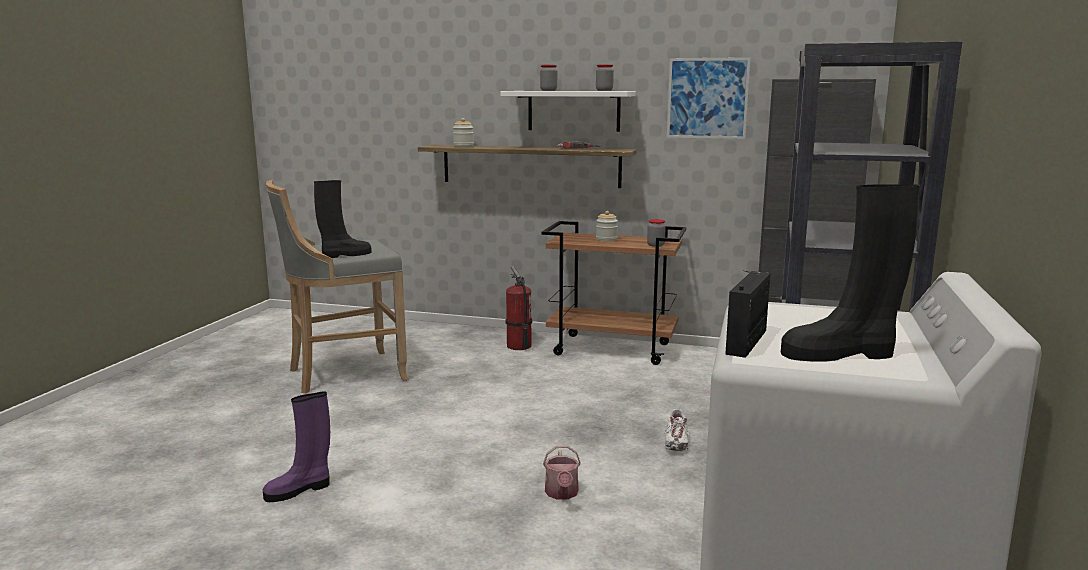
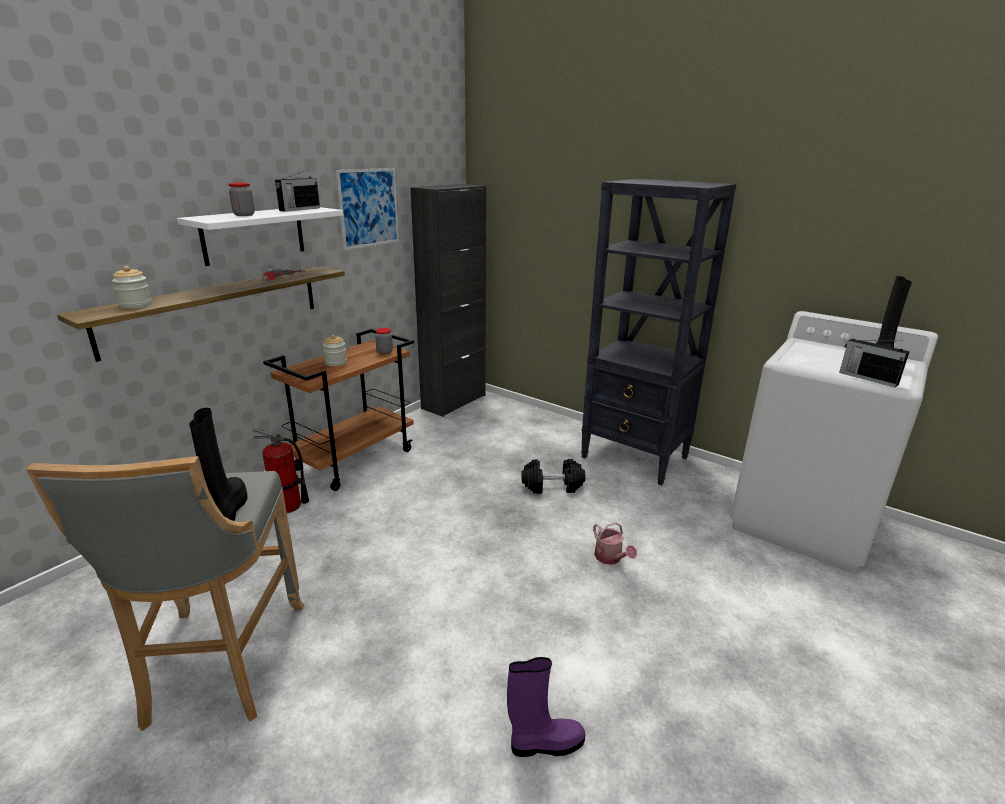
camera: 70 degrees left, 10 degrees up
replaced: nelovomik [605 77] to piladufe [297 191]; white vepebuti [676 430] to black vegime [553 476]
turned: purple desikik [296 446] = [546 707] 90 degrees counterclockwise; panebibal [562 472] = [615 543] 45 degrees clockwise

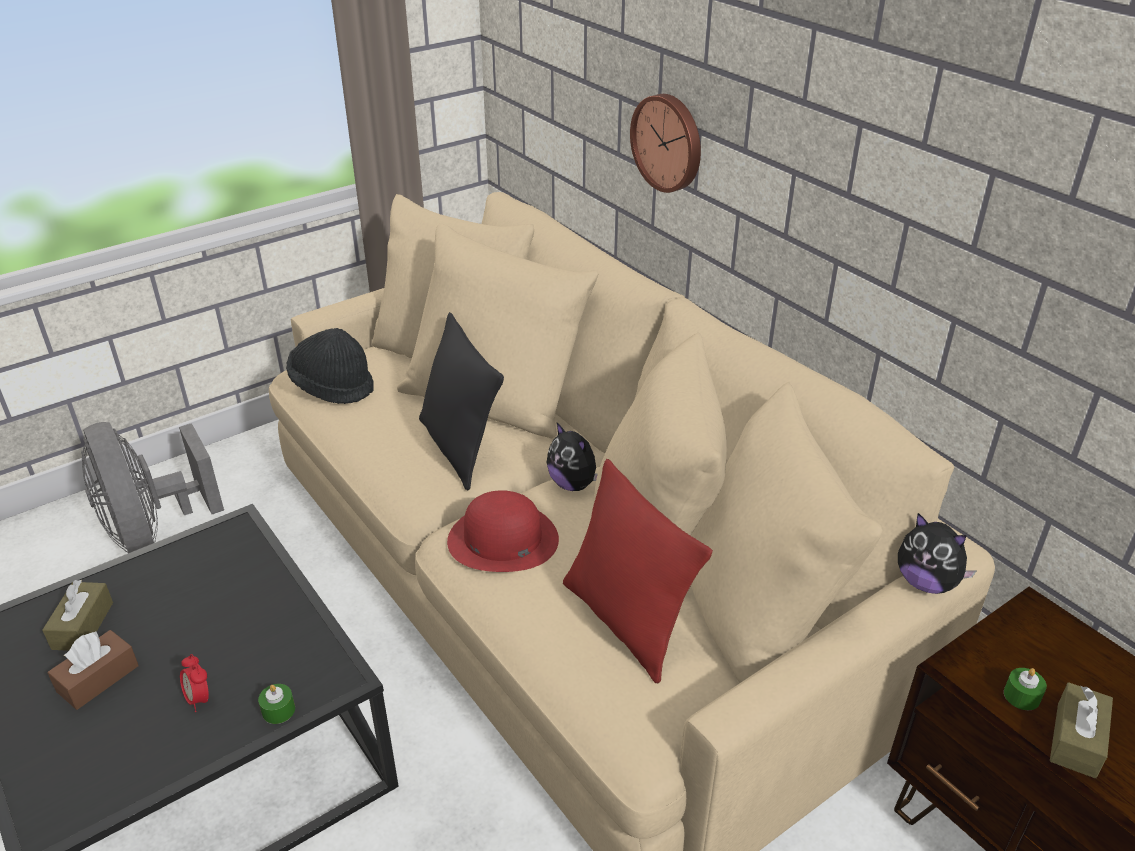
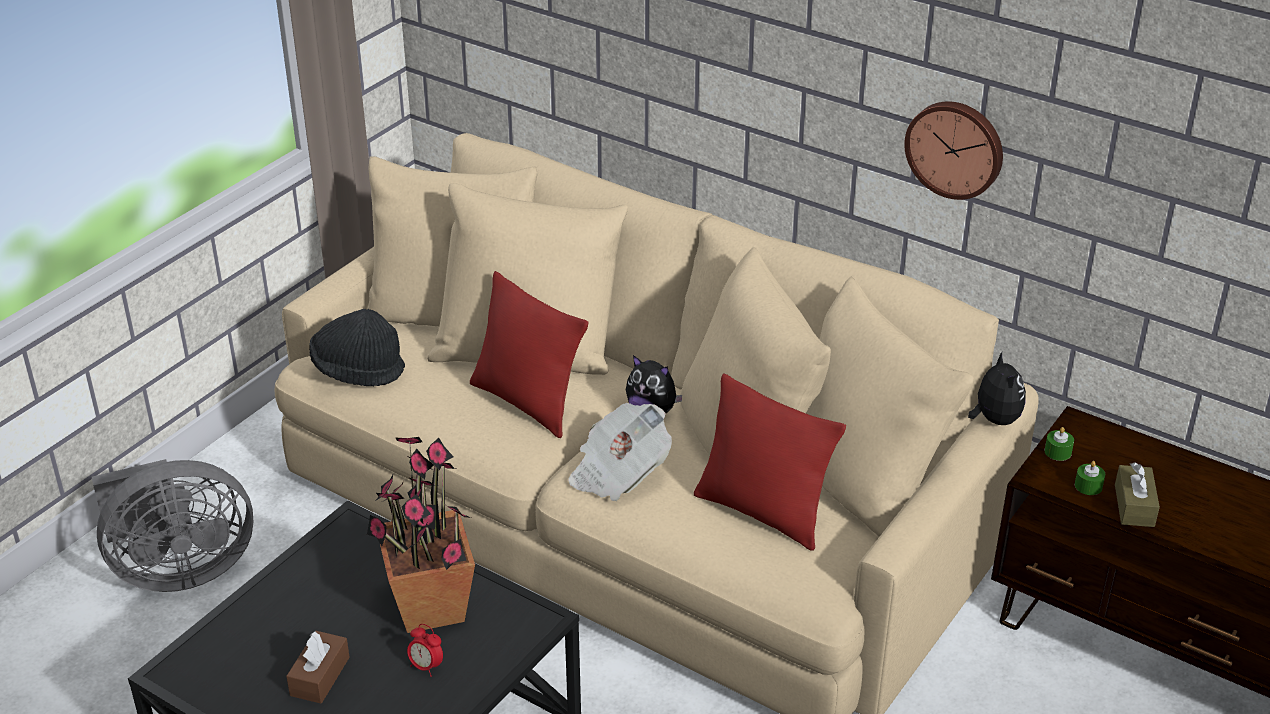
camera: 20 degrees left, 0 degrees up
removed: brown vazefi [77 615]
added: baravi [421 535]
moved: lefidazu [665 143] to [953 150]; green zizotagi [276 704] to [1059 444]
replaced: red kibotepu [503 531] to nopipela [620 452]
recoloured: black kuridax [461 401] to red kuridax [529 354]
turned: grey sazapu [152 487] = [172 525] 60 degrees counterclockwise; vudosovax [937 553] = [997 388] 120 degrees counterclockwise

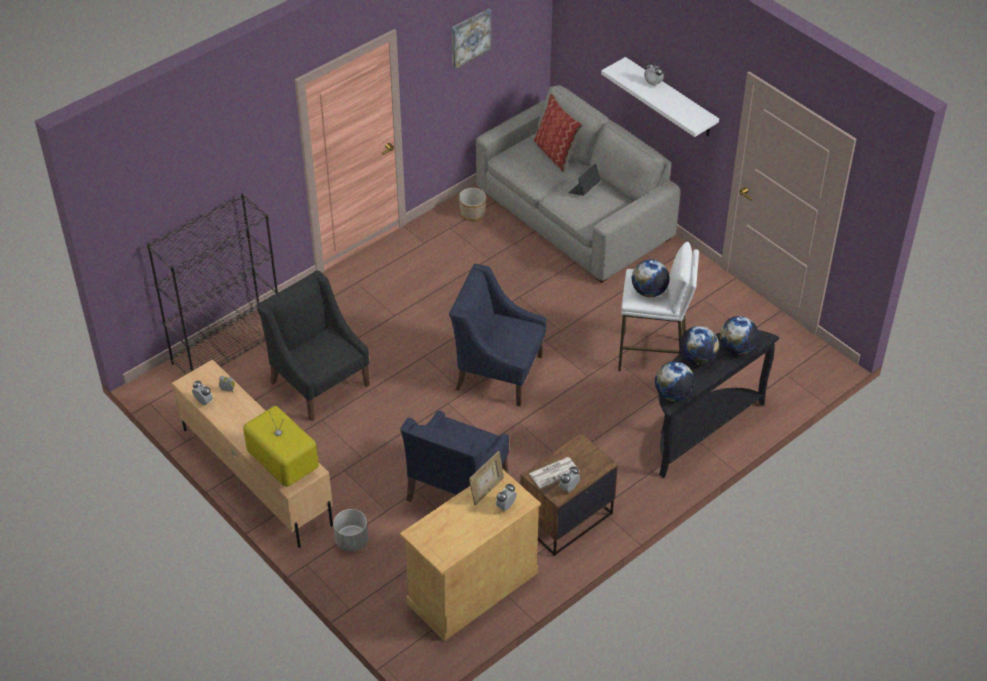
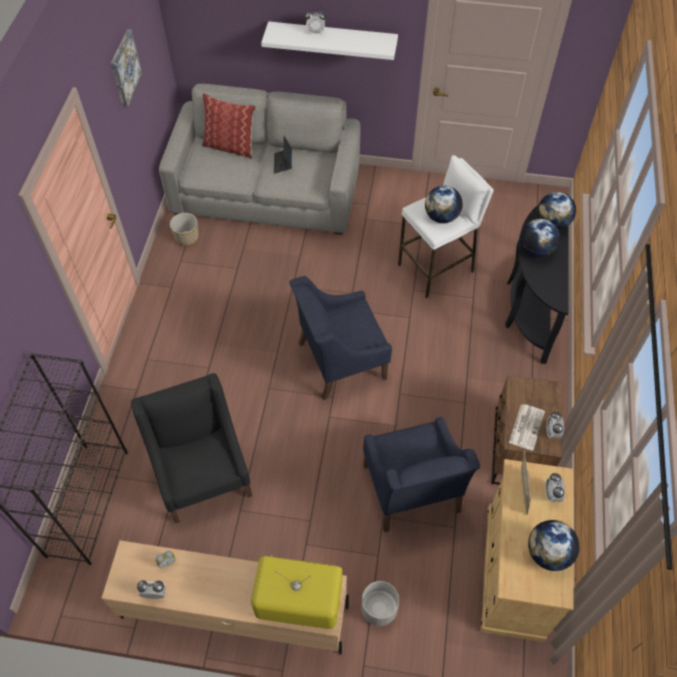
camera: 40 degrees left, 10 degrees up
moved: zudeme [675 381] to [554 545]
turned: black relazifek [313 345] = [191 448] 60 degrees clockwise

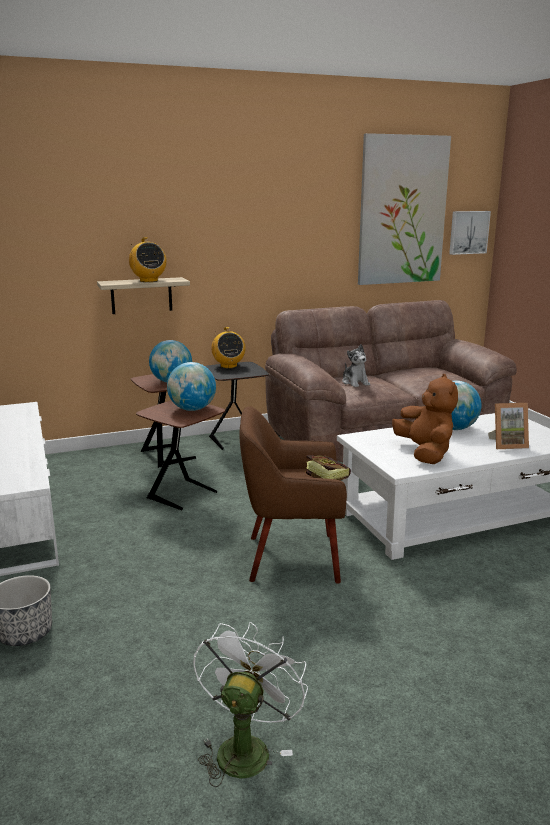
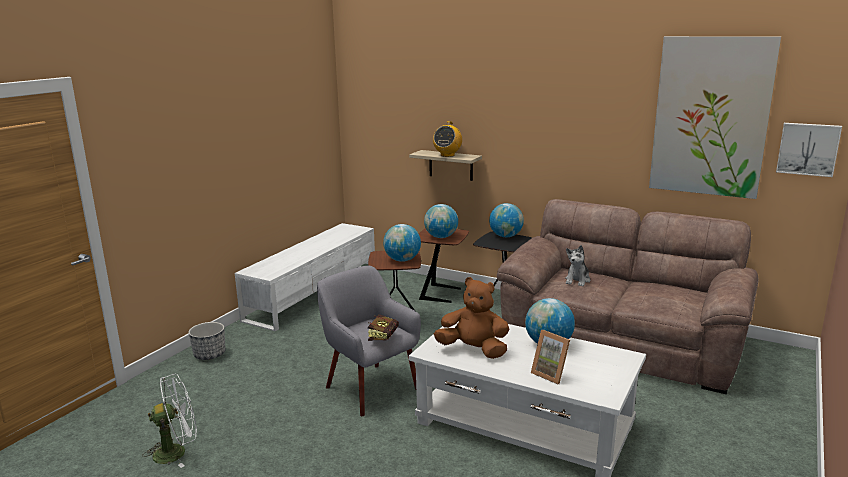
camera: 50 degrees right, 0 degrees up
replaced: piladufe [228 347] to zudeme [506 220]
recoloured: brown relazifek [293 495] to grey relazifek [369 341]
turned: brown vudosovax [425 419] = [471 318] 105 degrees counterclockwise

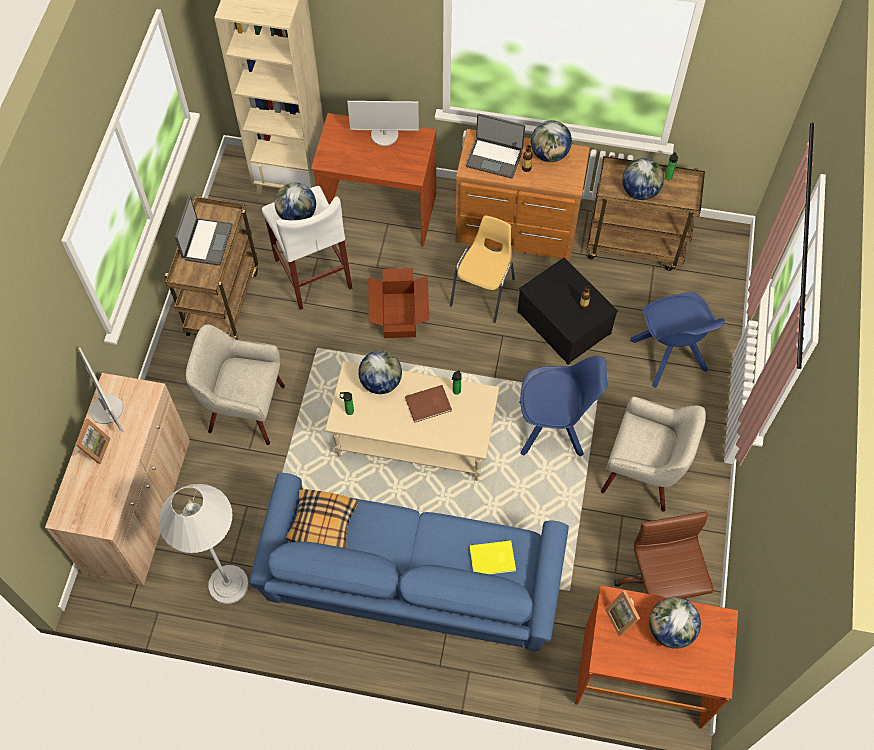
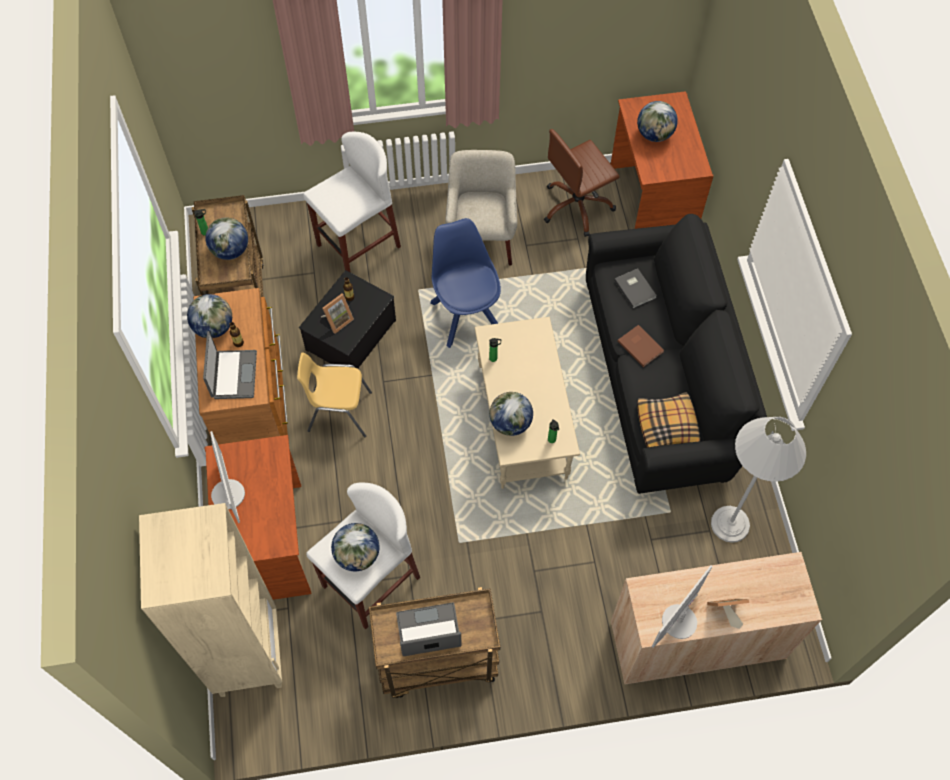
camera: 110 degrees left, 0 degrees up
removed: beige relazifek [235 384]; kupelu [398 303]
moved: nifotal [622 613] to [337 314]; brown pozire [428 404] to [641 346]
replaced: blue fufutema [677 340] to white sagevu [352 202]
recoloured: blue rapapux [409 562] to black rapapux [676 354]; yellow pozire [493 557] to grey pozire [635 288]

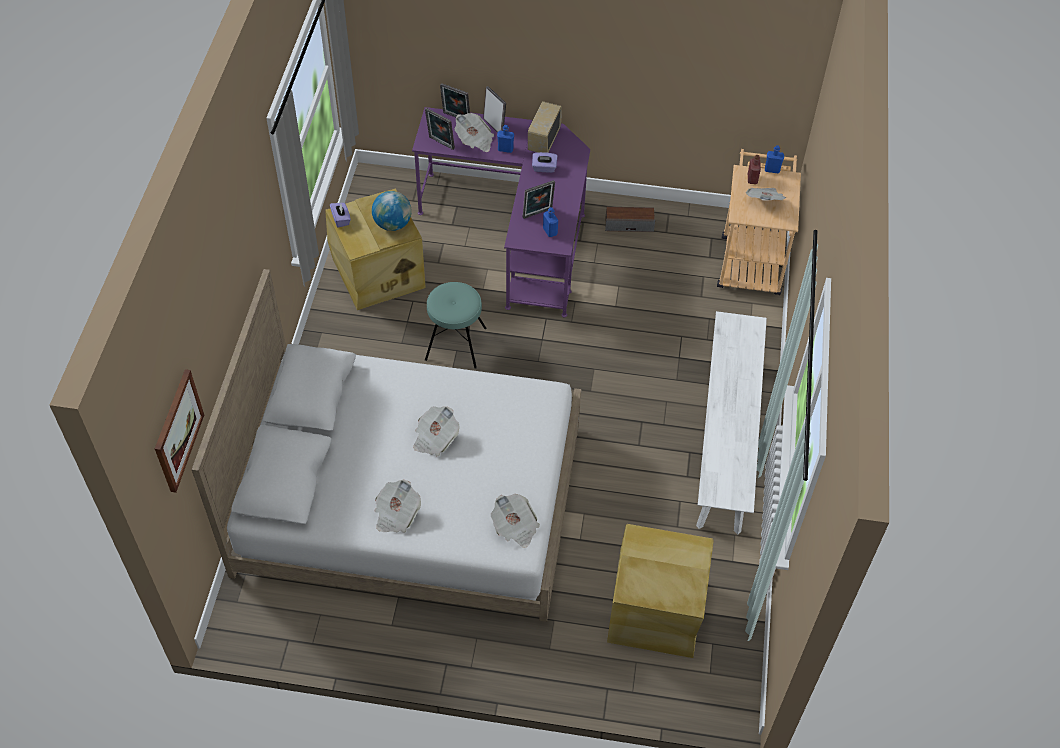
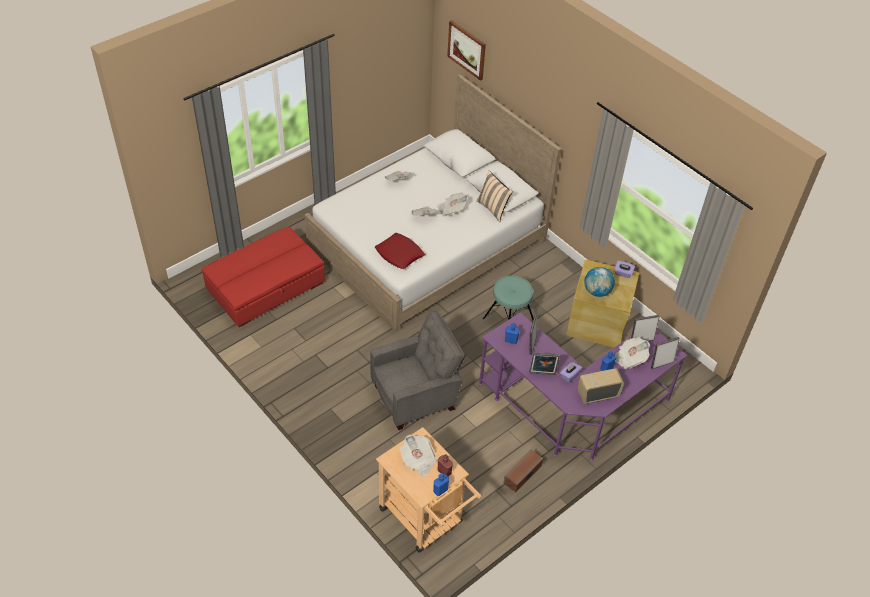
camera: 130 degrees right, 5 degrees down
removed: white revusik [731 423]
added: grey relazifek [418 370]; red kuridax [400 251]; beige kuridax [494 196]
moved: nopipela [515 521] to [452 204]; nifotal [494 109] to [544 364]
replaced: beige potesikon [660 591] to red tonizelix [263 276]
turned: piladufe [545 127] = [600 386] 75 degrees counterclockwise

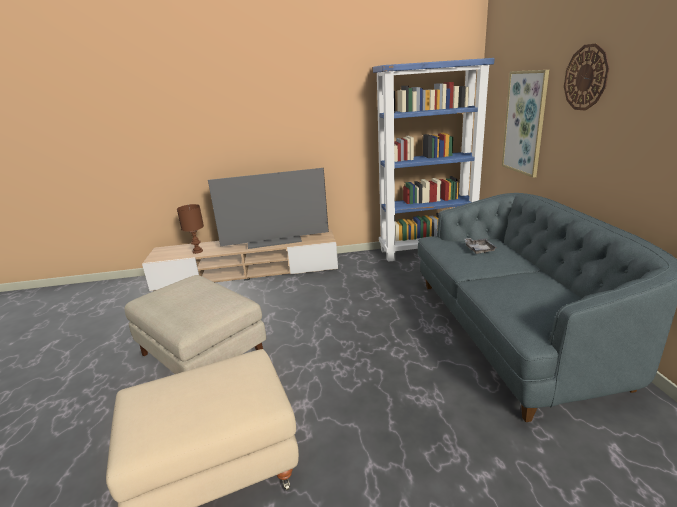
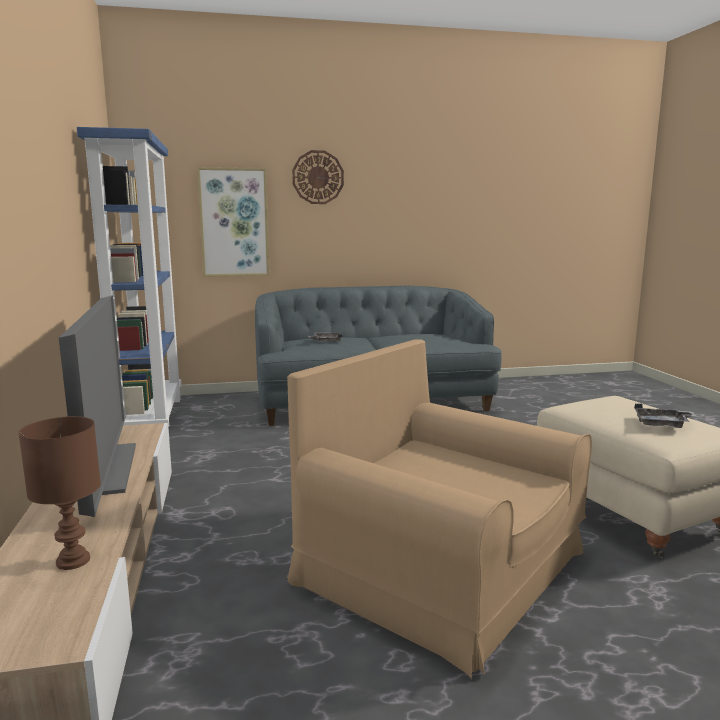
camera: 95 degrees left, 10 degrees down
added: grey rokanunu [665 416]
replaced: beige tonizelix [195 324] to brown relazifek [439 509]

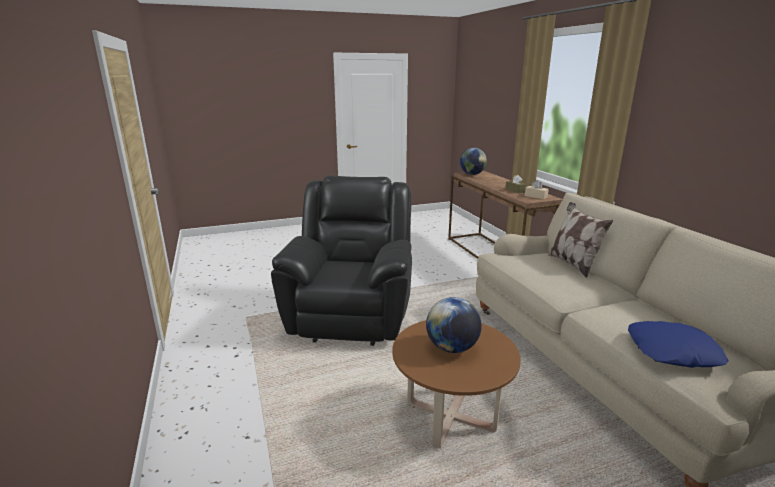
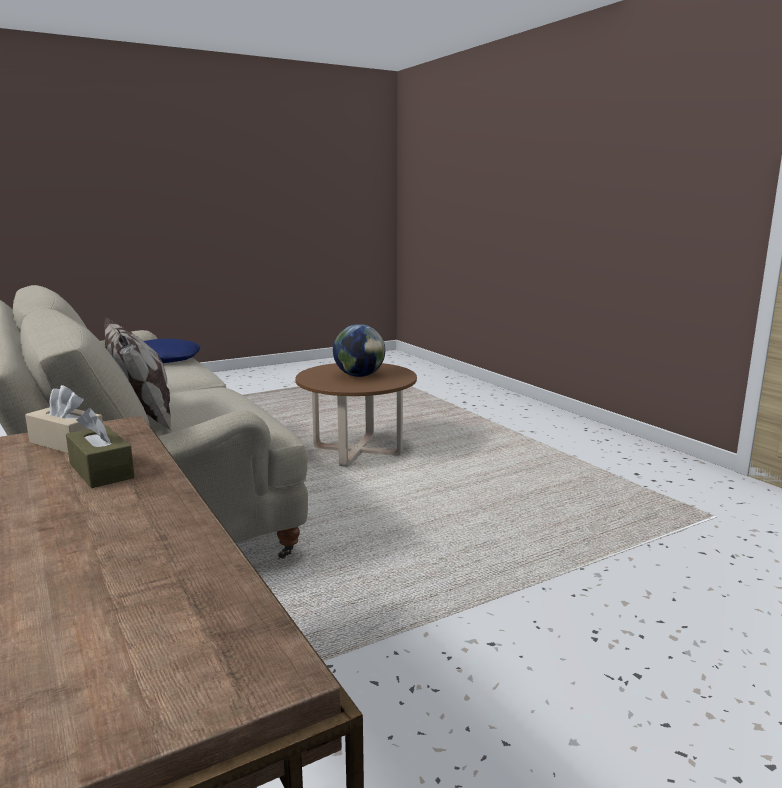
camera: 170 degrees right, 5 degrees down
removed: black relazifek [341 260]; zudeme [473 161]

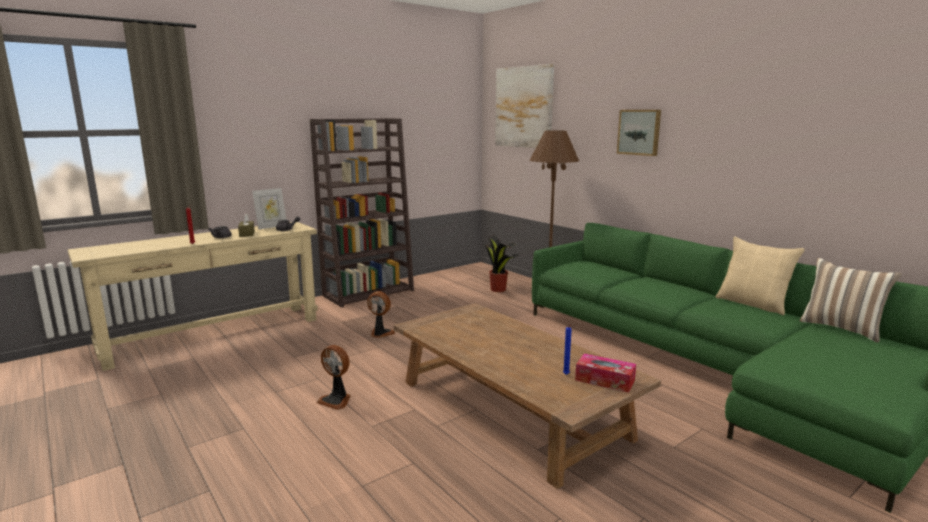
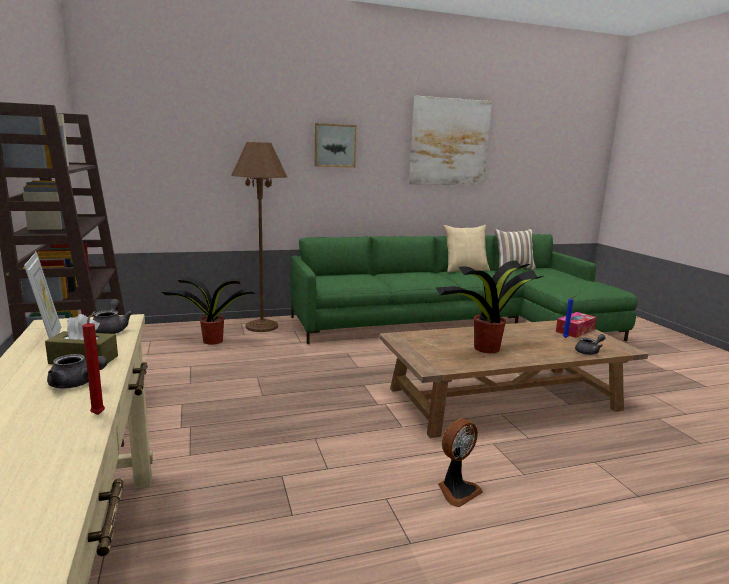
camera: 70 degrees left, 0 degrees up
removed: sazapu [381 314]
added: baravi [489 307]; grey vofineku [590 344]
moved: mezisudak [524 106] to [450 141]

